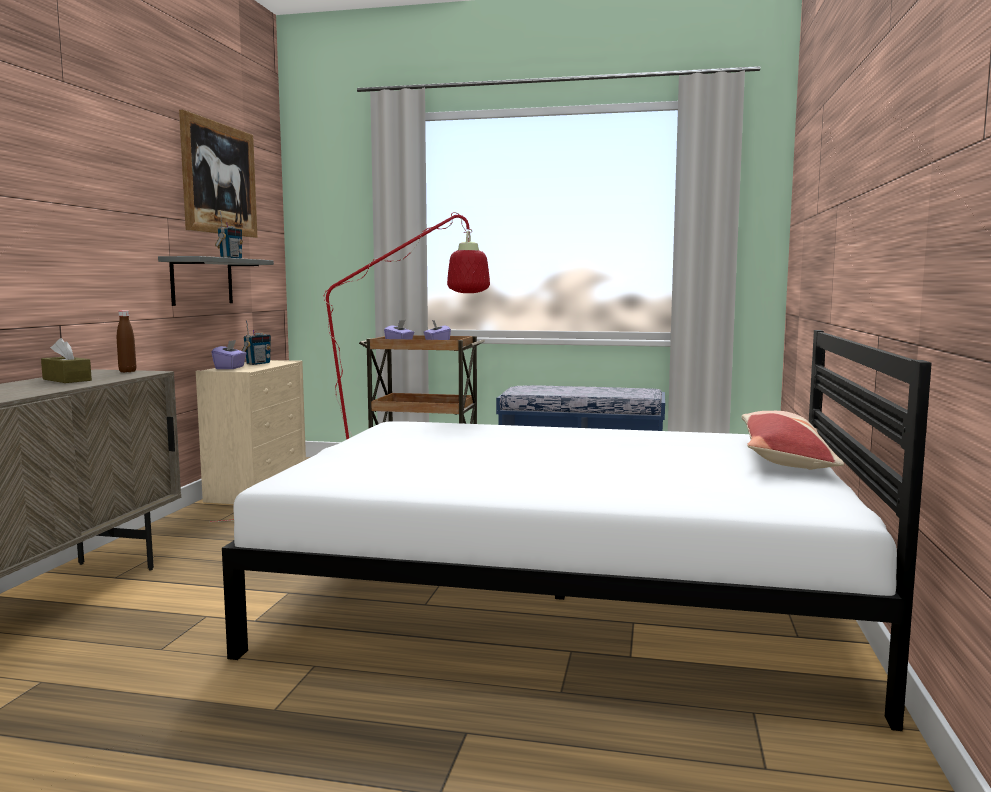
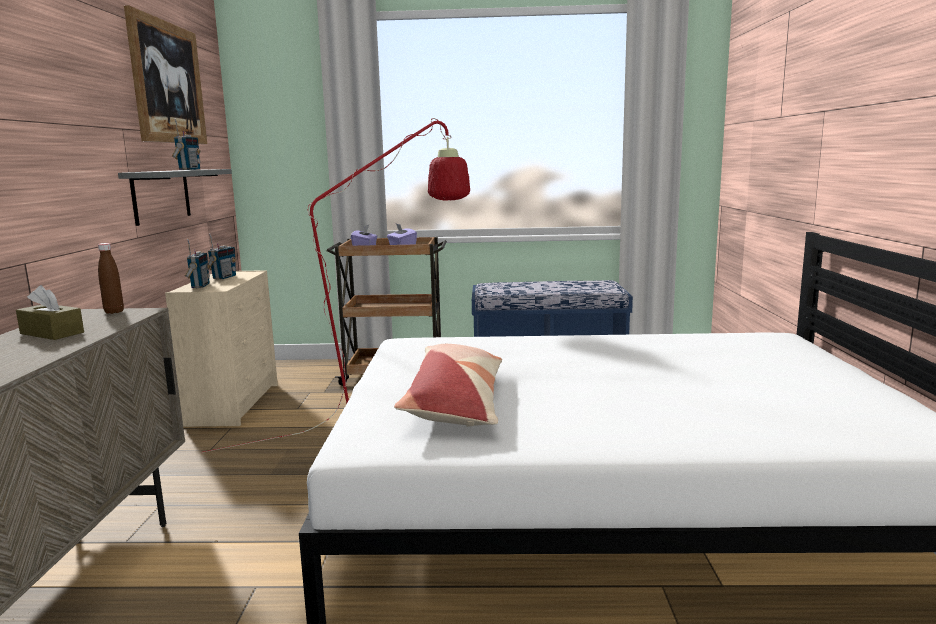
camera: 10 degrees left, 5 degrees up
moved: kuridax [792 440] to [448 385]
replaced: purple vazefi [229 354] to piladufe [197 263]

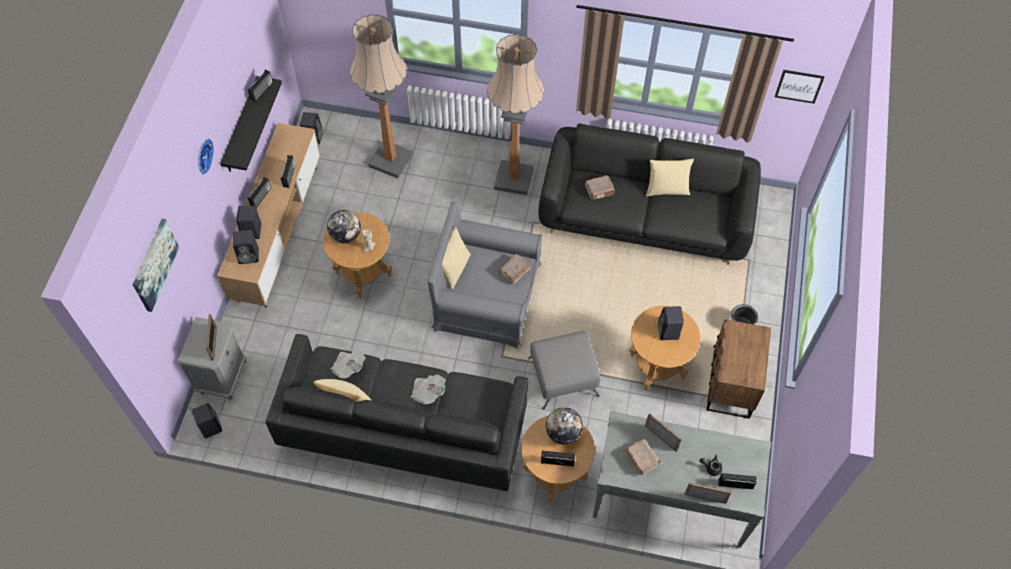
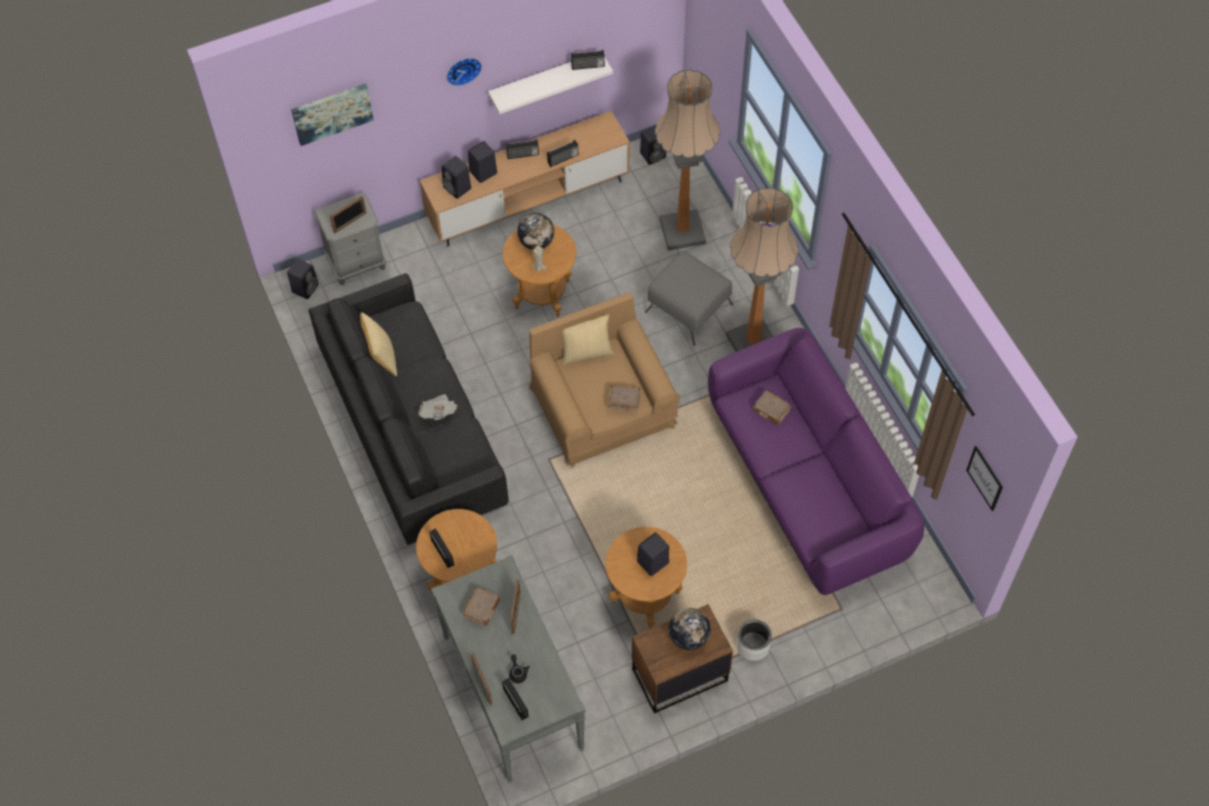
camera: 55 degrees right, 0 degrees up
removed: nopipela [348 364]; kuridax [670 177]
moved: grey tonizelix [564 370] to [689 298]; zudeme [564 426] to [690 629]
recoloured: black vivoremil [251 124] to white vivoremil [550 86]; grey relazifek [484 275] to brown relazifek [604 380]; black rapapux [650 194] to purple rapapux [816 461]

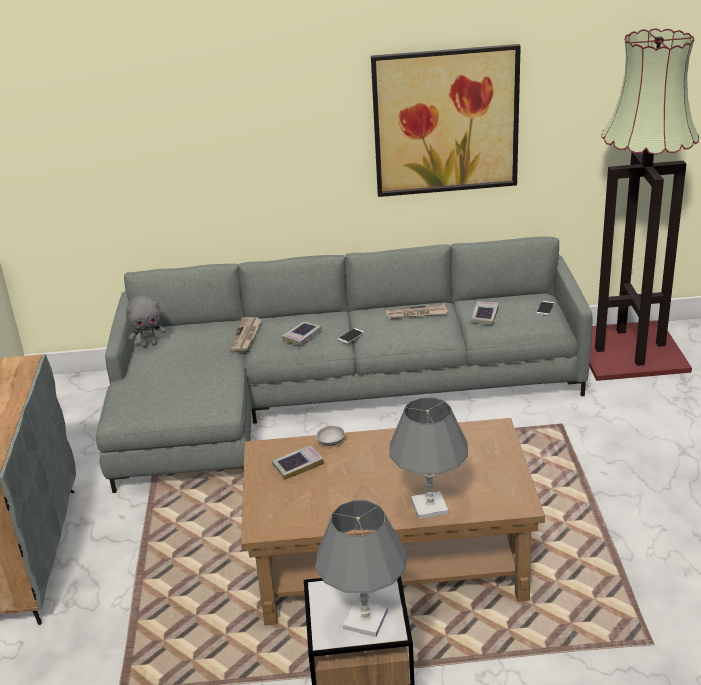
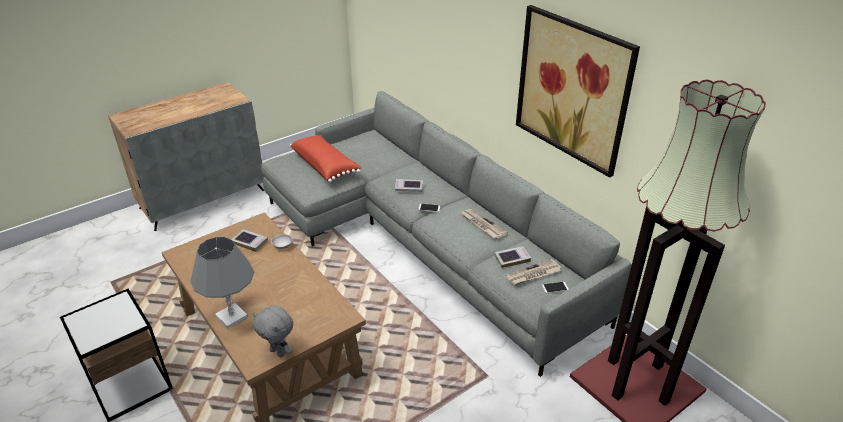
camera: 55 degrees right, 5 degrees up
removed: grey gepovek [361 568]
added: red kuridax [326 158]
moved: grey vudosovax [146 322] to [272 331]; nopipela [246 334] to [533 272]

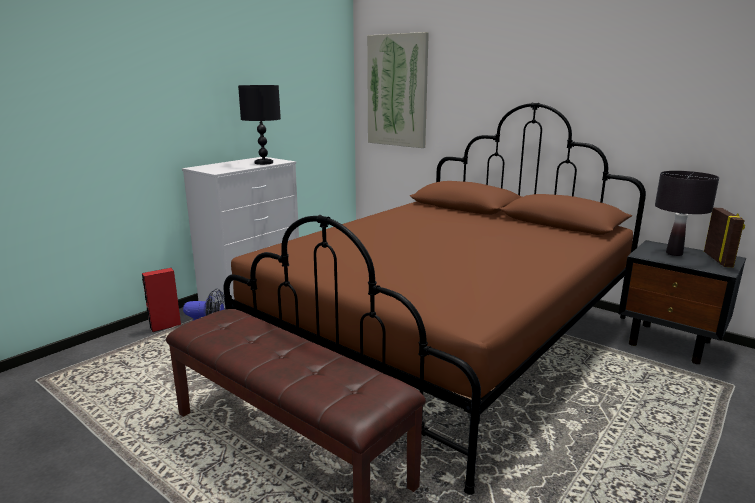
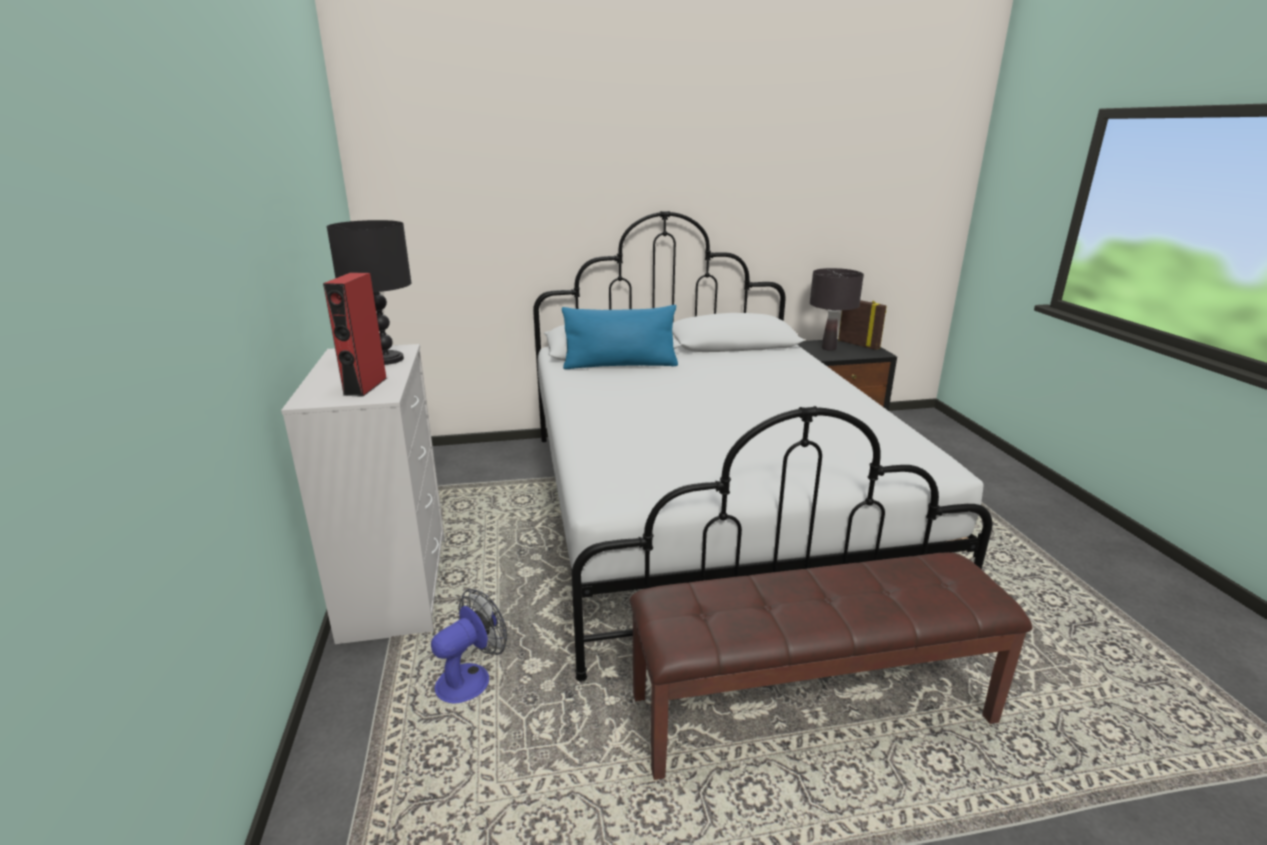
camera: 50 degrees left, 5 degrees up
removed: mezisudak [398 90]
added: blue kuridax [620 337]
moved: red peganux [161 300] to [355 334]
recoloured: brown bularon [435 298] to white bularon [762 446]

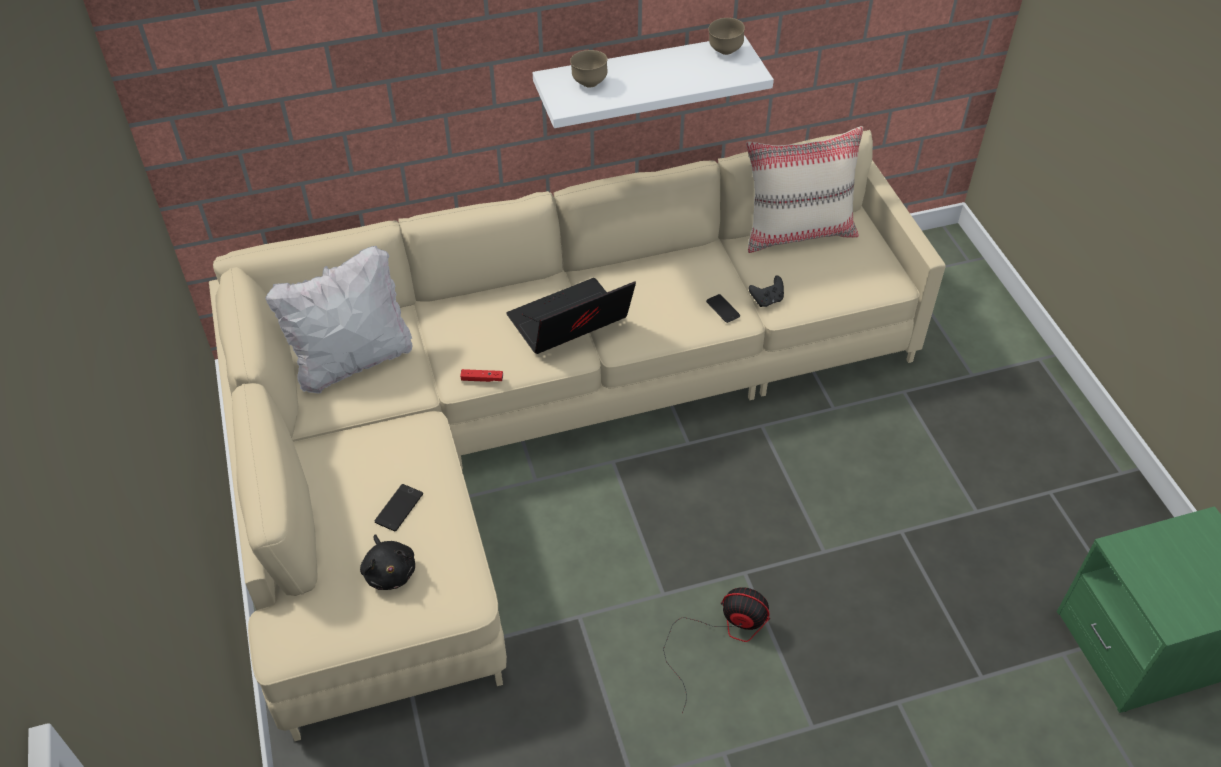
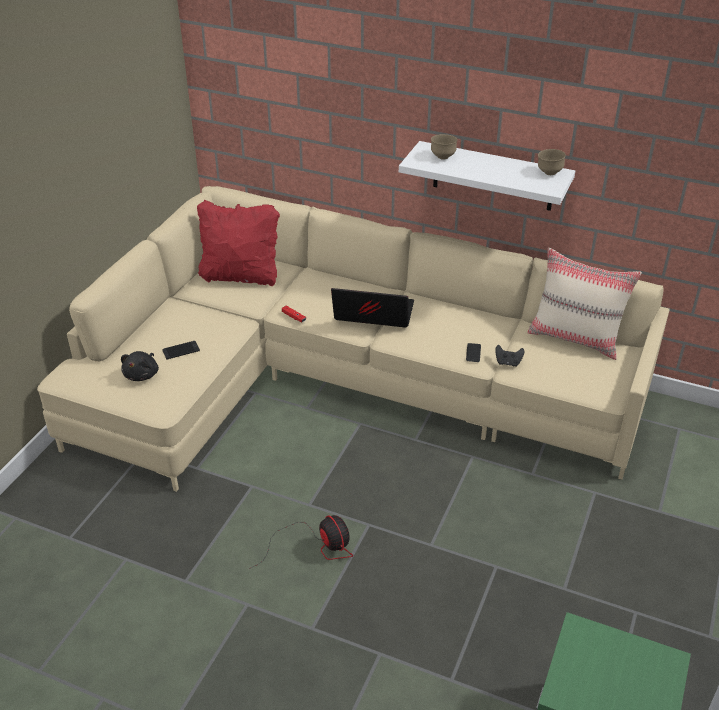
camera: 40 degrees right, 10 degrees down
recoloured: white kuridax [338 320] to red kuridax [238 243]

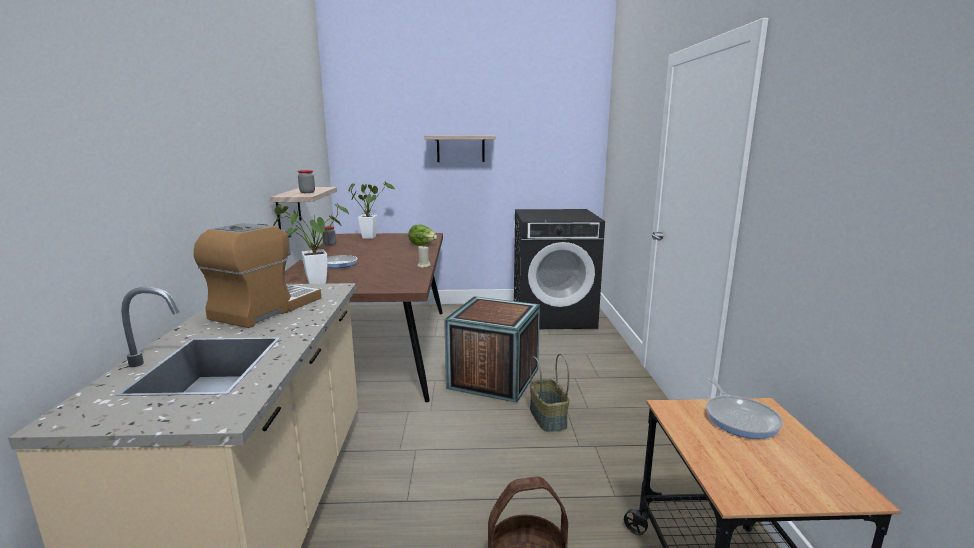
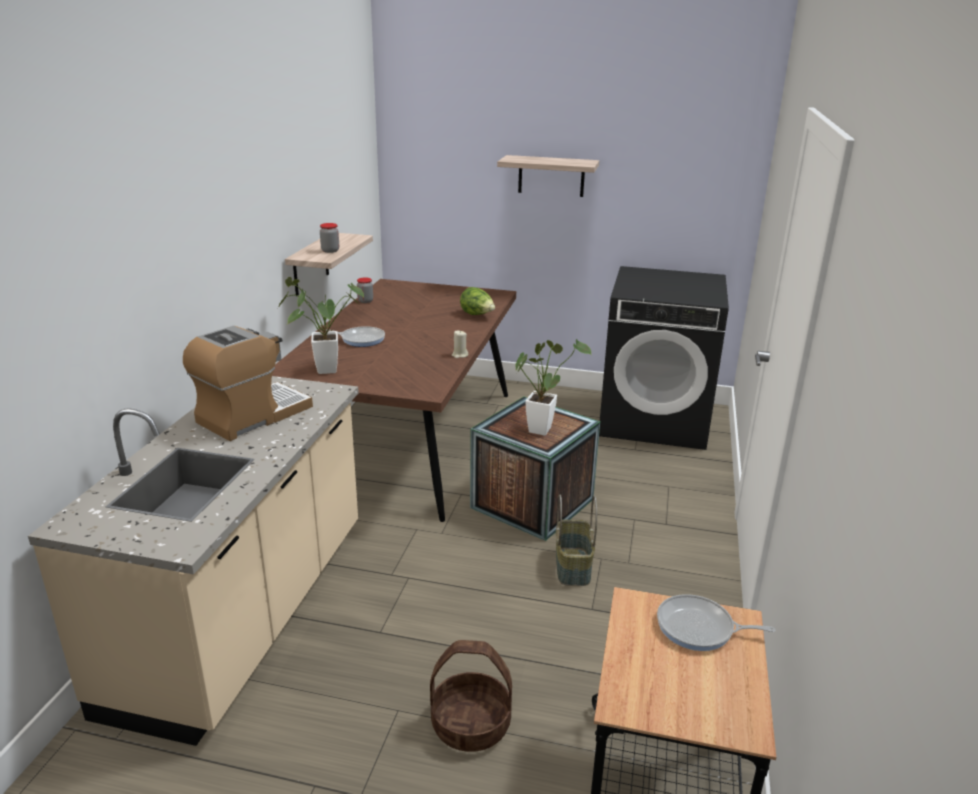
camera: 15 degrees right, 10 degrees up
moved: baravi [371 210] to [553 387]
turned: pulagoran [744 408] = [716 622] 90 degrees clockwise

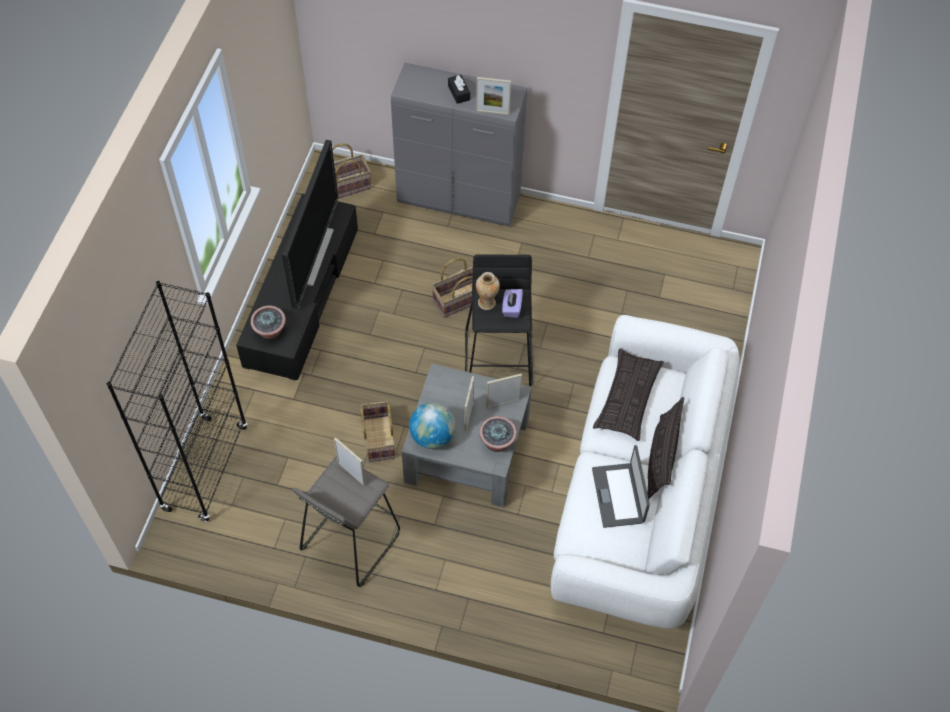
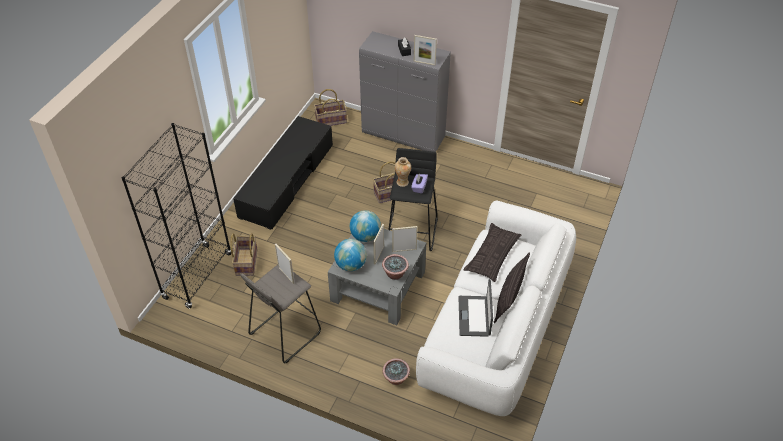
camera: 10 degrees right, 10 degrees down
removed: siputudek [310 224]
added: zudeme [365 226]
moved: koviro [377 431] to [243 254]; baravi [268 322] to [396 371]

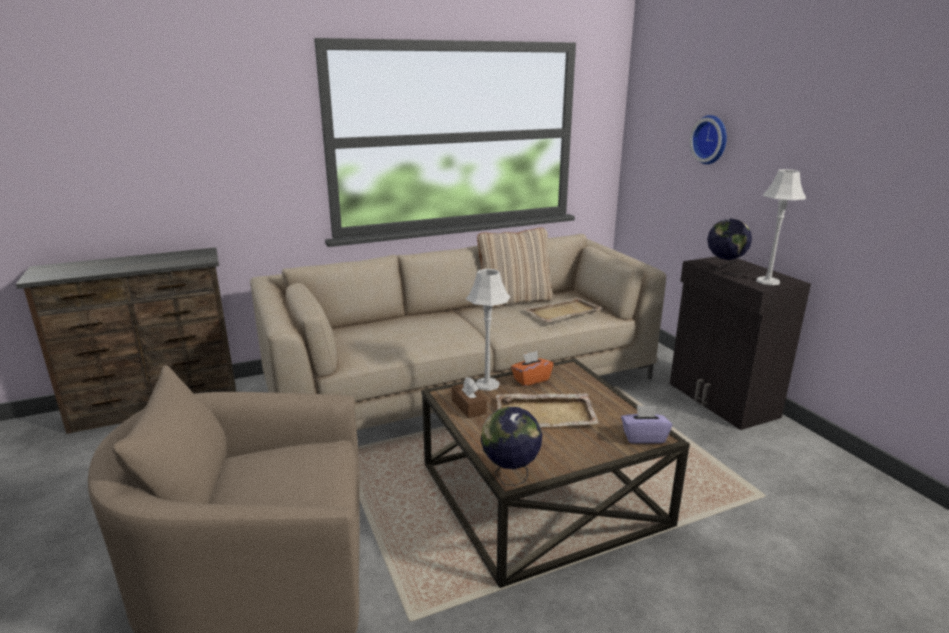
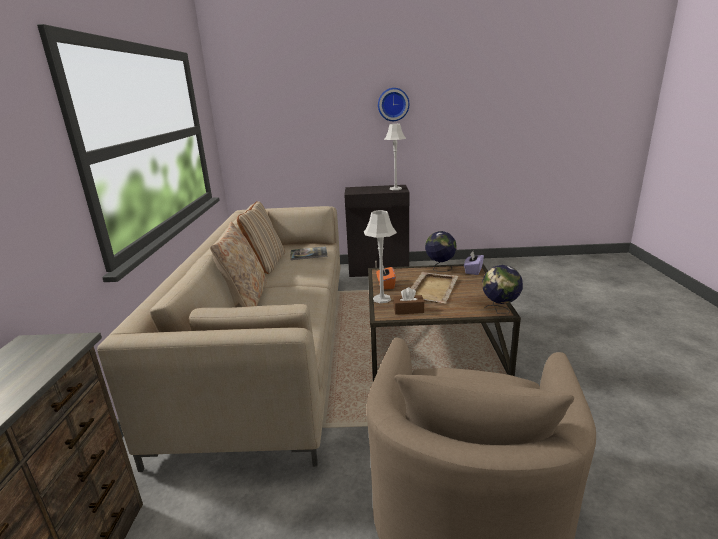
camera: 65 degrees left, 0 degrees up
added: beige kuridax [238 264]
moved: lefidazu [708 139] to [393 104]; zudeme [729 246] to [441 251]
replaced: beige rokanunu [563 309] to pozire [308 253]

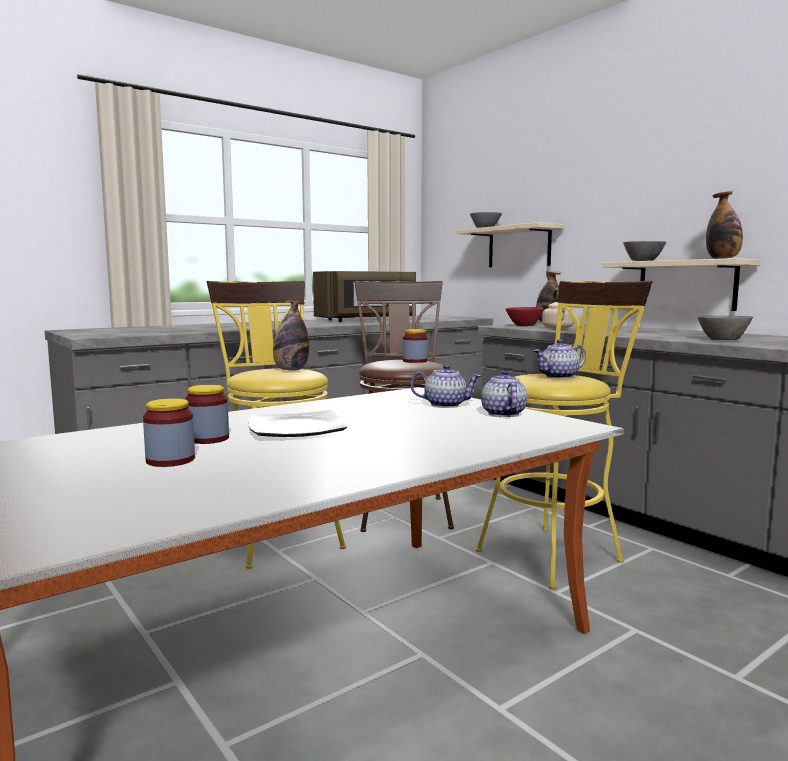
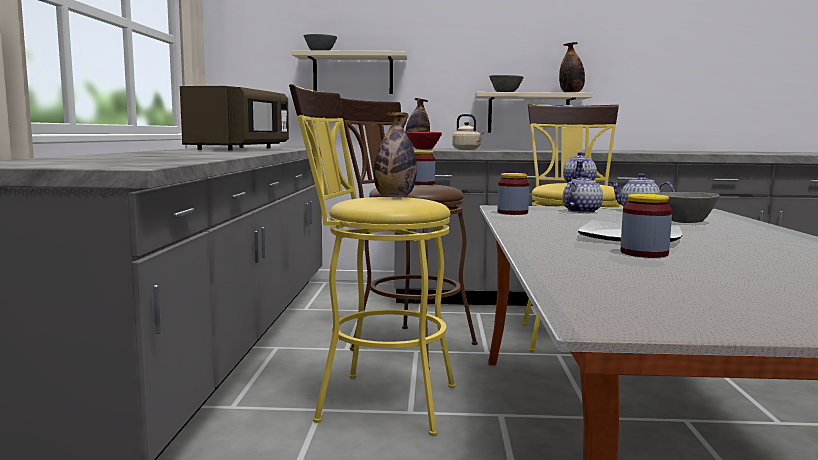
camera: 50 degrees left, 0 degrees up
moved: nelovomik [169 432] to [513 194]; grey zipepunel [725 328] to [688 207]

